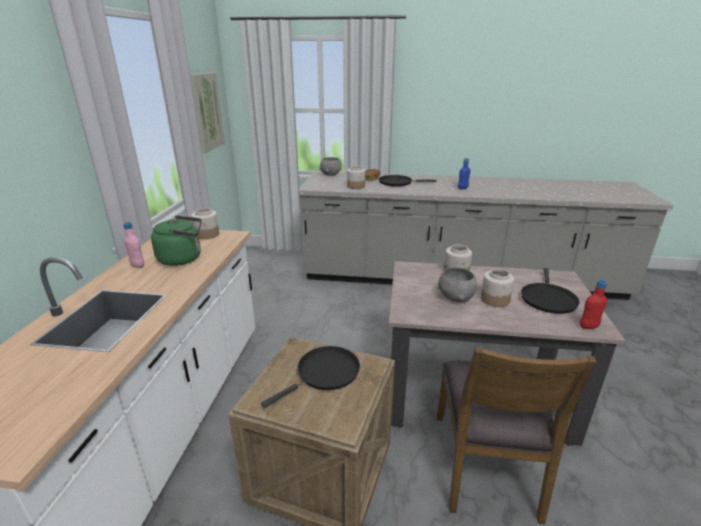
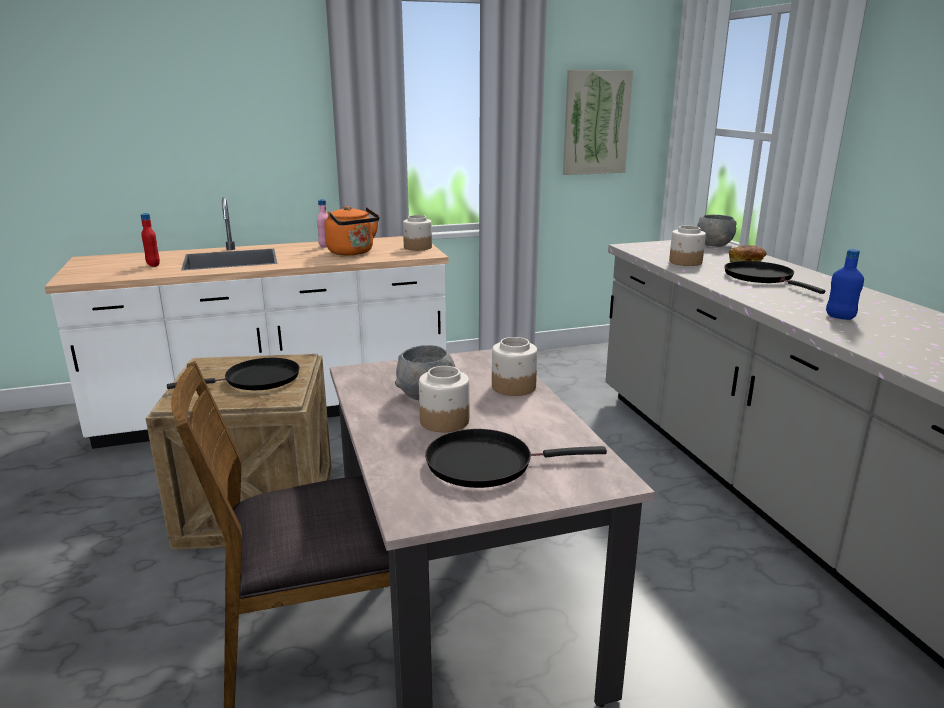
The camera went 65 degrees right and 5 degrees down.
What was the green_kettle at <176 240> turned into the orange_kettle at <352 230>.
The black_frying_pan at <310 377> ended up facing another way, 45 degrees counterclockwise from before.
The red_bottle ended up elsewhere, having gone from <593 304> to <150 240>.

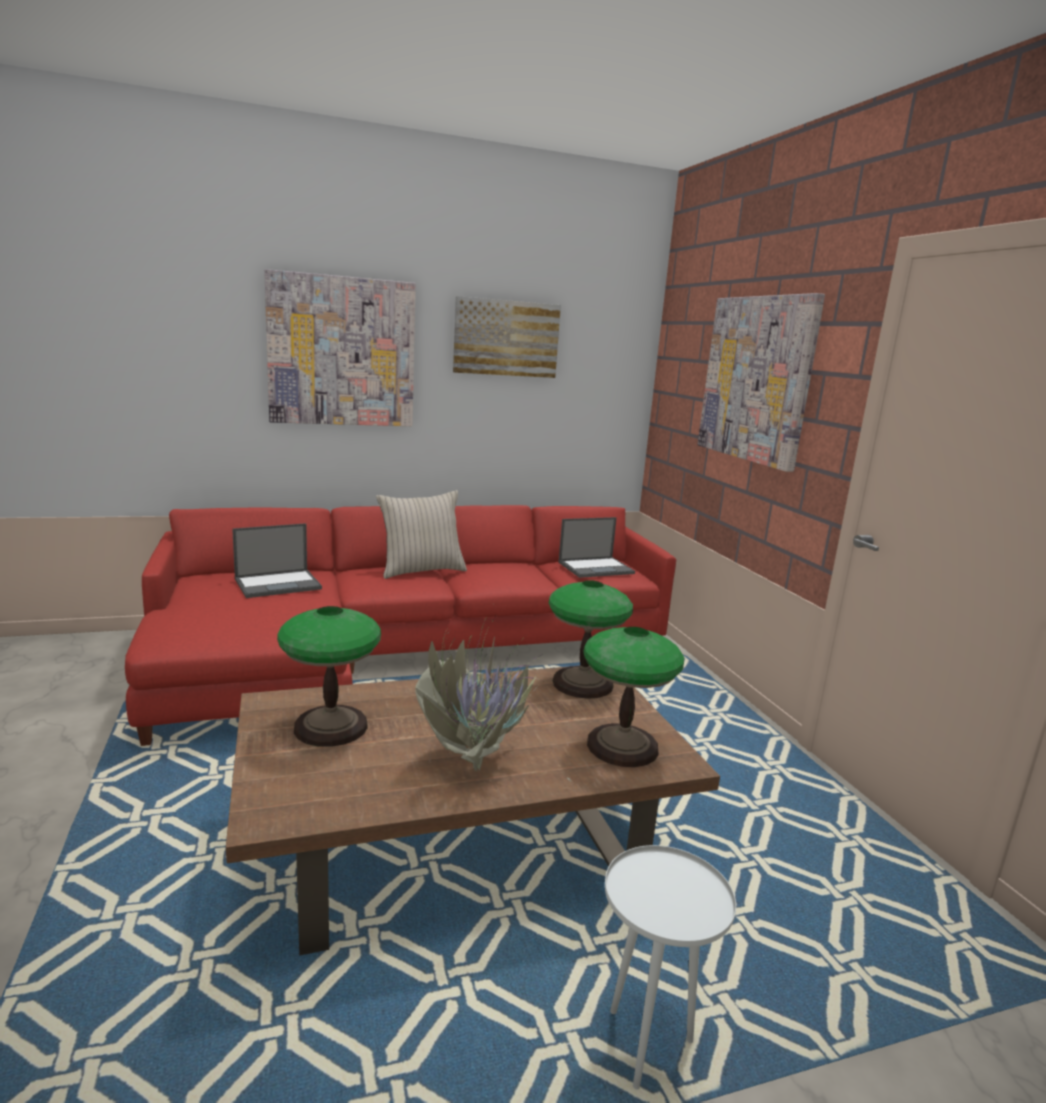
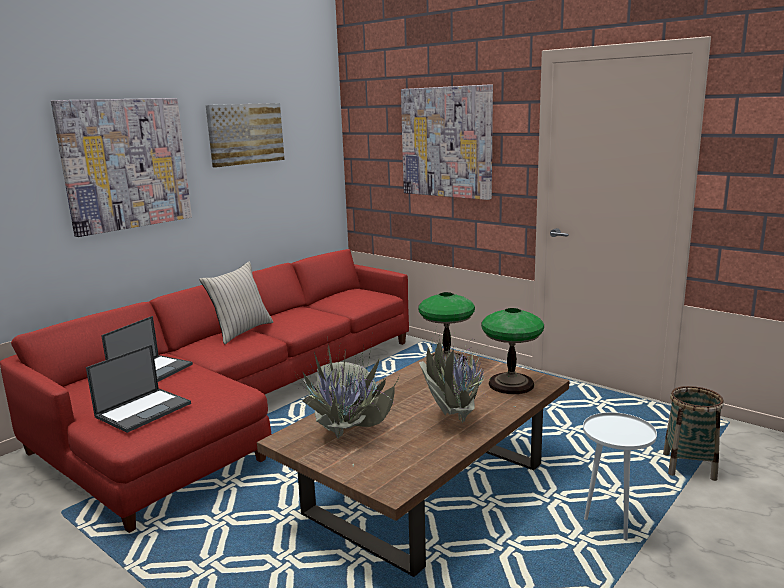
The camera went 30 degrees left and 0 degrees up.
Where the table_lamp stood at <329 676>, the potted_plant came to stand at <346 404>.
The laptop ended up elsewhere, having gone from <596 547> to <138 388>.
The second view gained the basket at <693 433>.

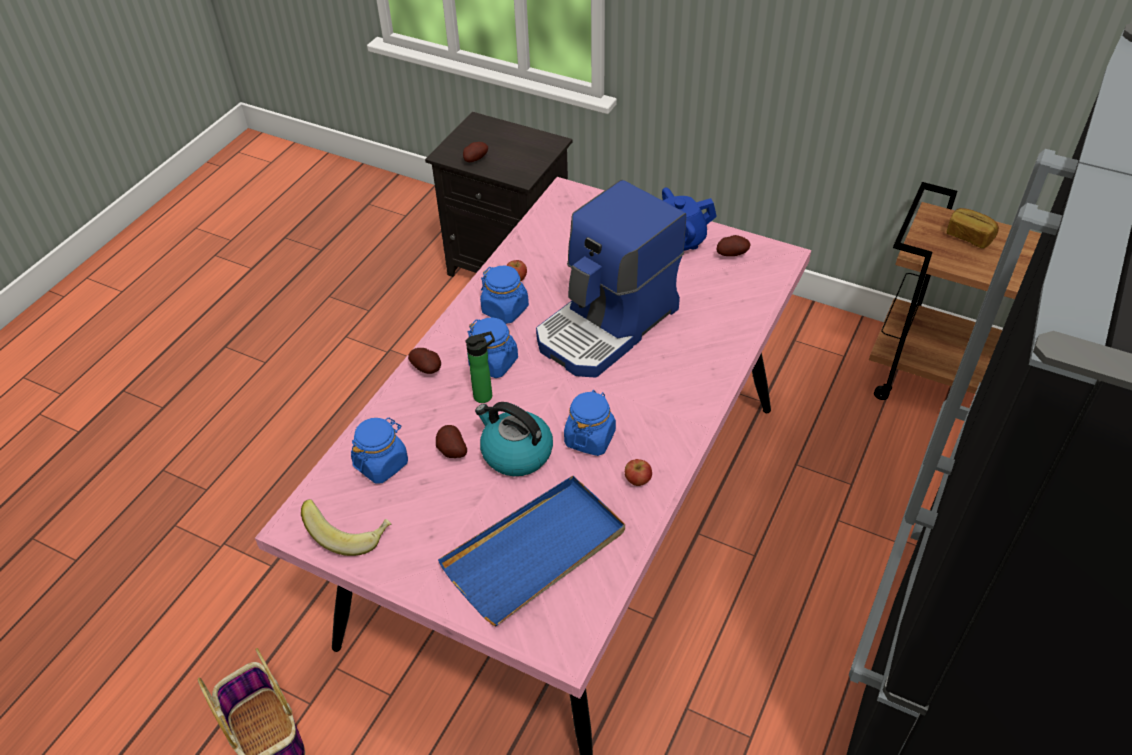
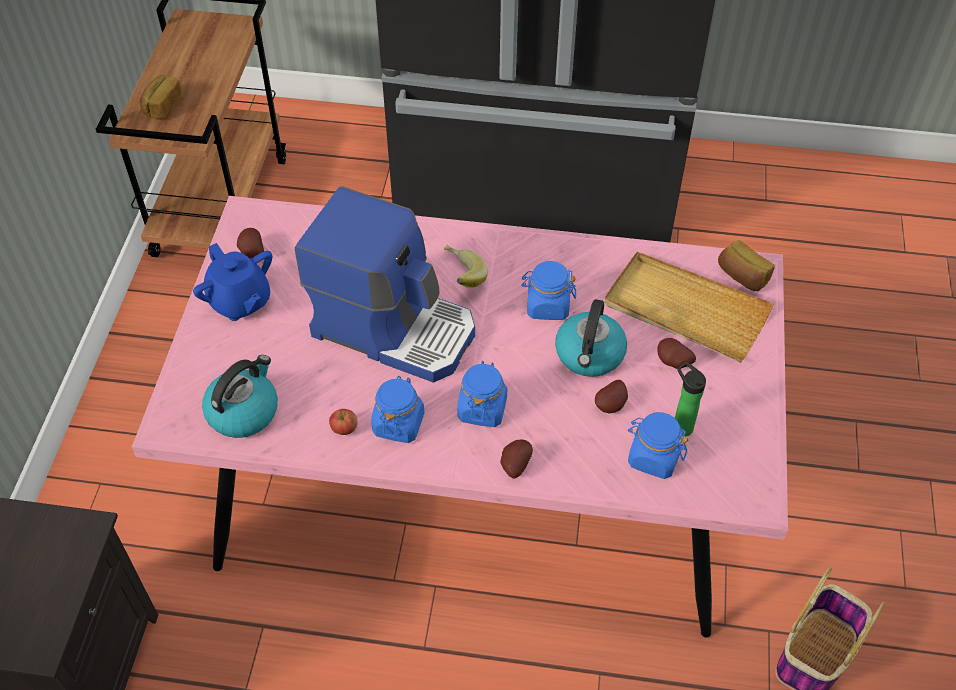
The camera went 110 degrees left and 5 degrees up.
The banana ended up elsewhere, having gone from <346 527> to <466 266>.
What was the blue_tray at <531 551> turned into the beige_tray at <689 307>.
The potato ended up elsewhere, having gone from <475 152> to <676 353>.
The bottle ended up elsewhere, having gone from <480 367> to <690 399>.
The second view lost the apple at <638 472>.
The second view gained the kettle at <240 396>.
The second view gained the bread at <746 265>.

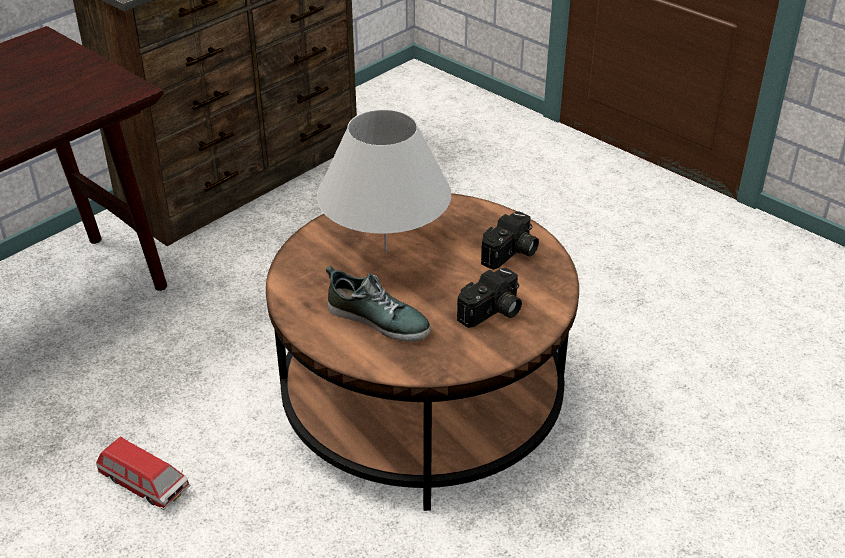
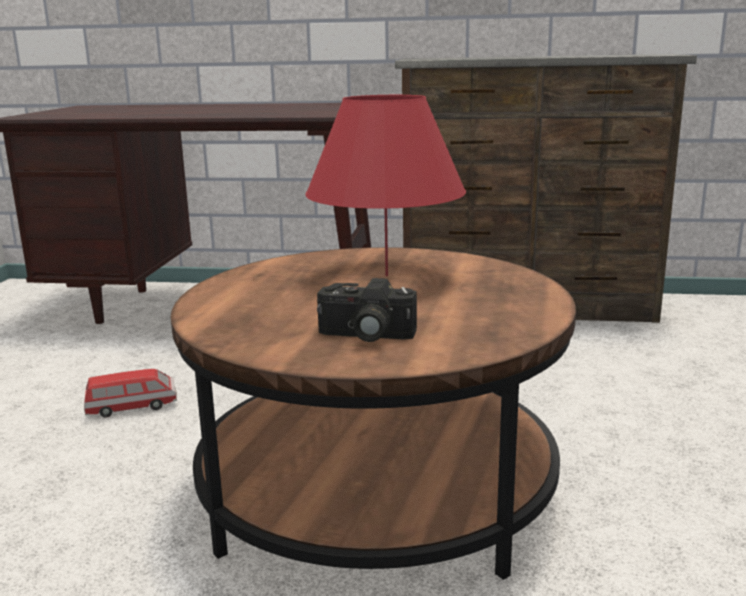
The camera went 55 degrees right and 20 degrees down.
The toy_car at <143 473> ended up facing another way, 105 degrees counterclockwise from before.
What was the white_table_lamp at <384 181> turned into the red_table_lamp at <385 185>.
The second view lost the shoe at <378 304>.
The second view lost the photo_camera at <510 240>.

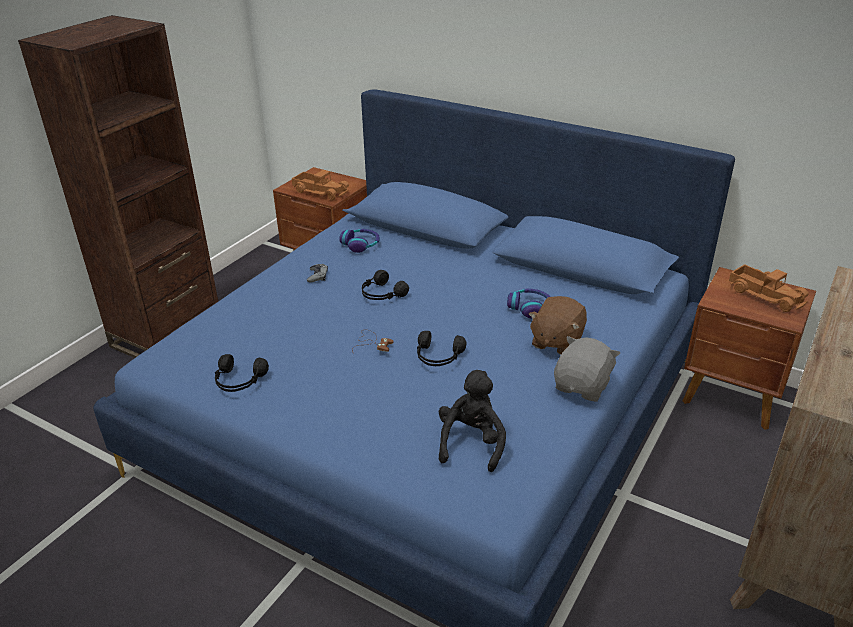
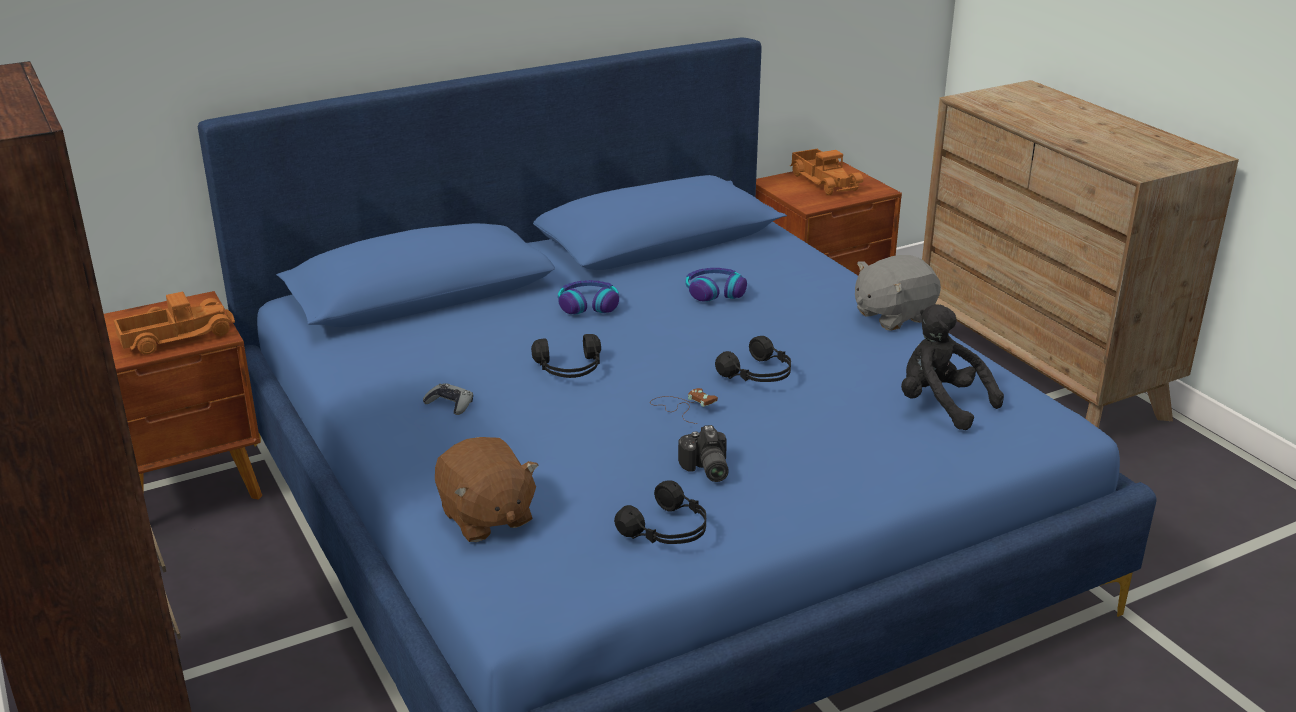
The camera went 60 degrees left and 5 degrees down.
The headphones ended up elsewhere, having gone from <359 241> to <588 297>.
The brown_plush_toy ended up elsewhere, having gone from <558 325> to <487 489>.
The grey_plush_toy at <587 369> ended up facing another way, 90 degrees counterclockwise from before.
The toy_truck at <769 288> ended up facing another way, 75 degrees clockwise from before.
The second view gained the photo_camera at <703 453>.

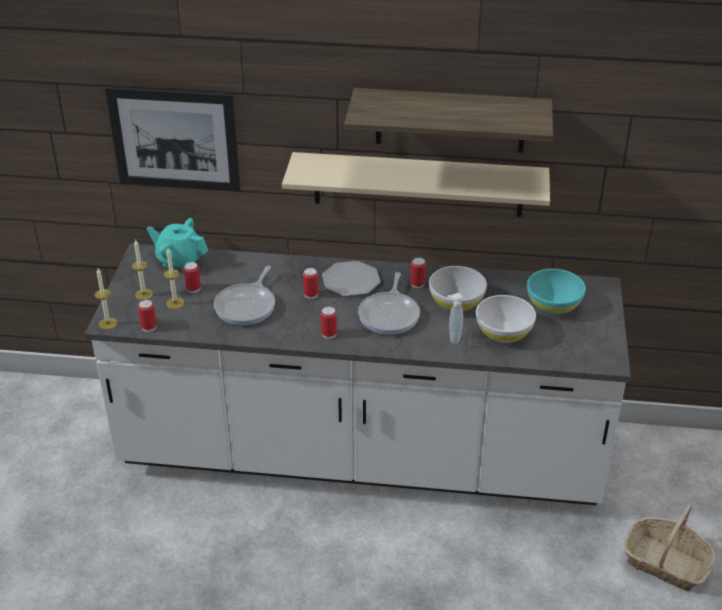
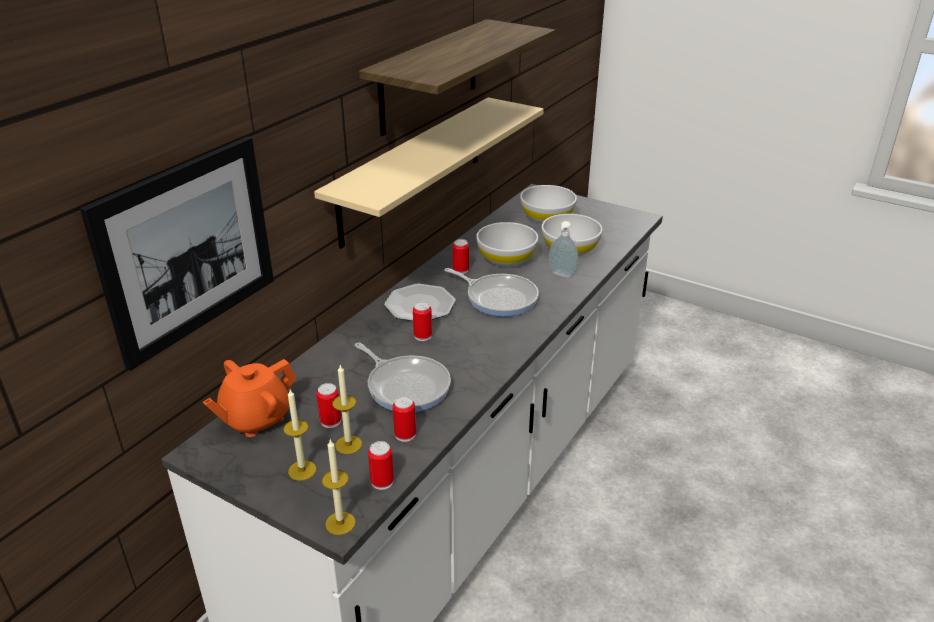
The camera went 65 degrees left and 5 degrees down.
What was the turquoise_teapot at <177 244> turned into the orange_teapot at <250 398>.
The can ended up elsewhere, having gone from <329 322> to <404 419>.
What was the turquoise_bowl at <556 291> turned into the white_bowl at <548 204>.
The second view lost the basket at <669 547>.

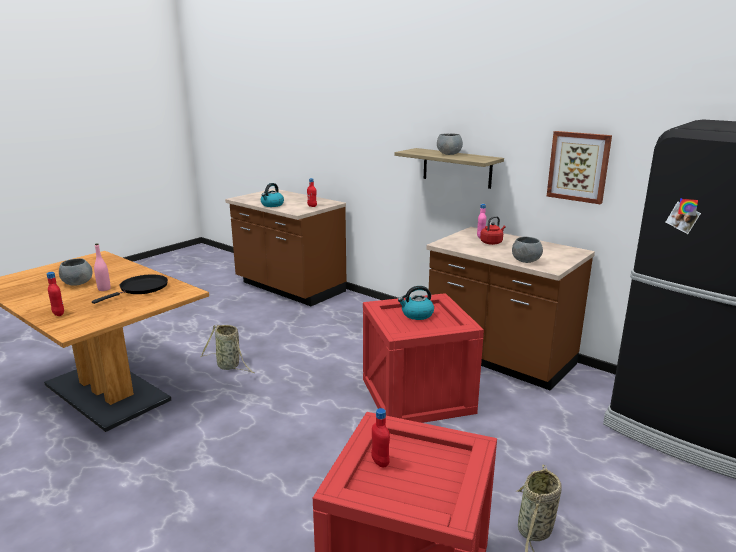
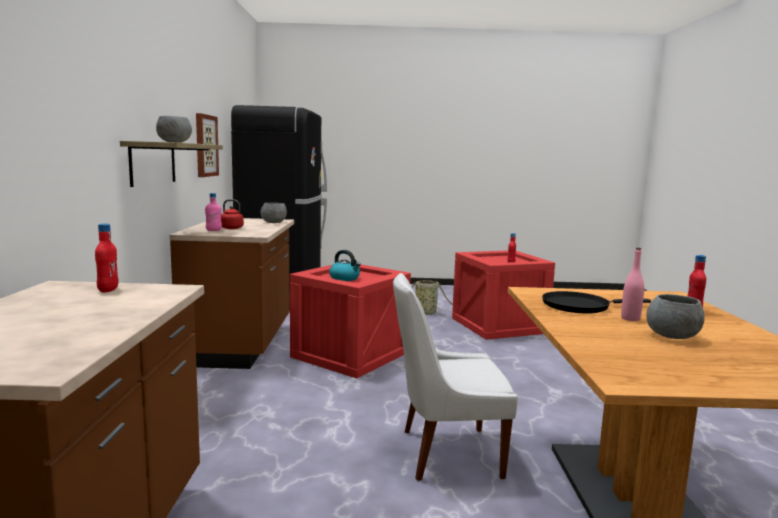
The camera went 130 degrees left and 10 degrees down.
Where the basket stood at <227 349>, the white_chair came to stand at <455 377>.
The second view lost the kettle at <272 195>.

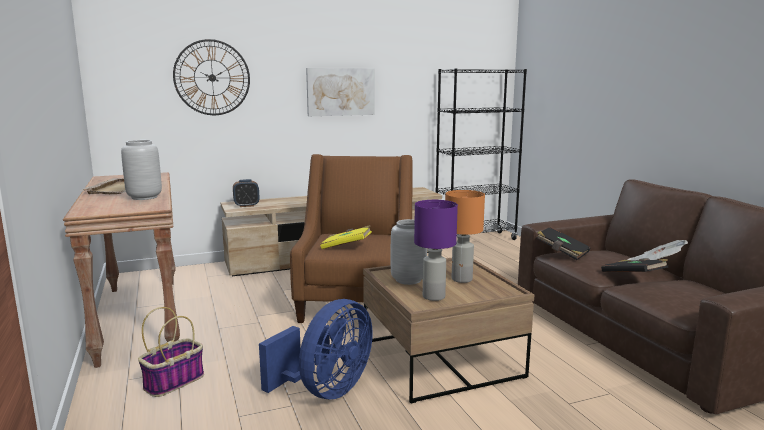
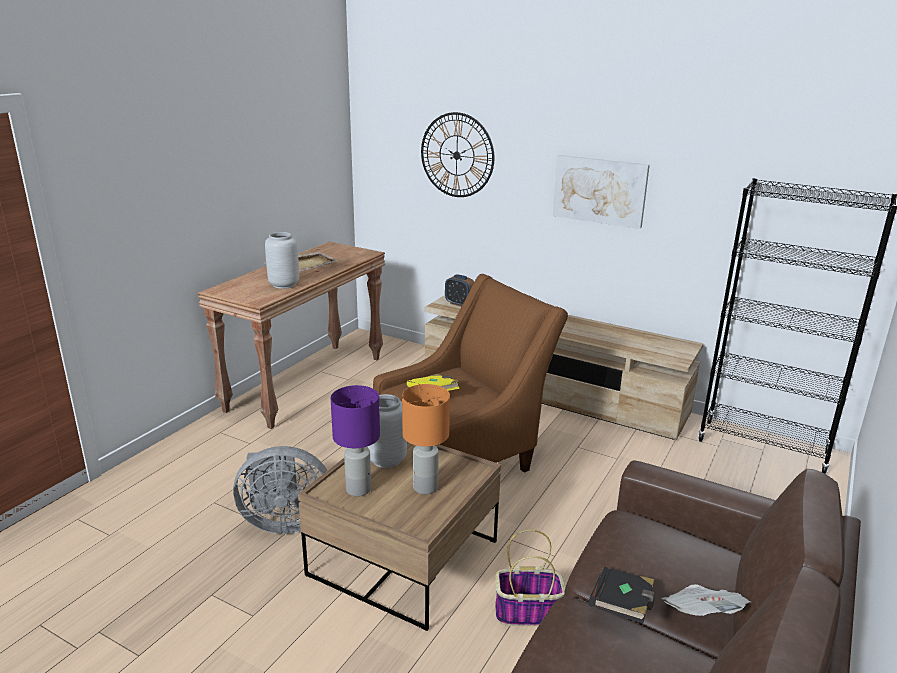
The camera went 50 degrees right and 10 degrees up.
The basket ended up elsewhere, having gone from <171 352> to <530 577>.
What was the blue_fan at <316 349> turned into the grey_fan at <280 490>.
The second view lost the black_book at <563 243>.

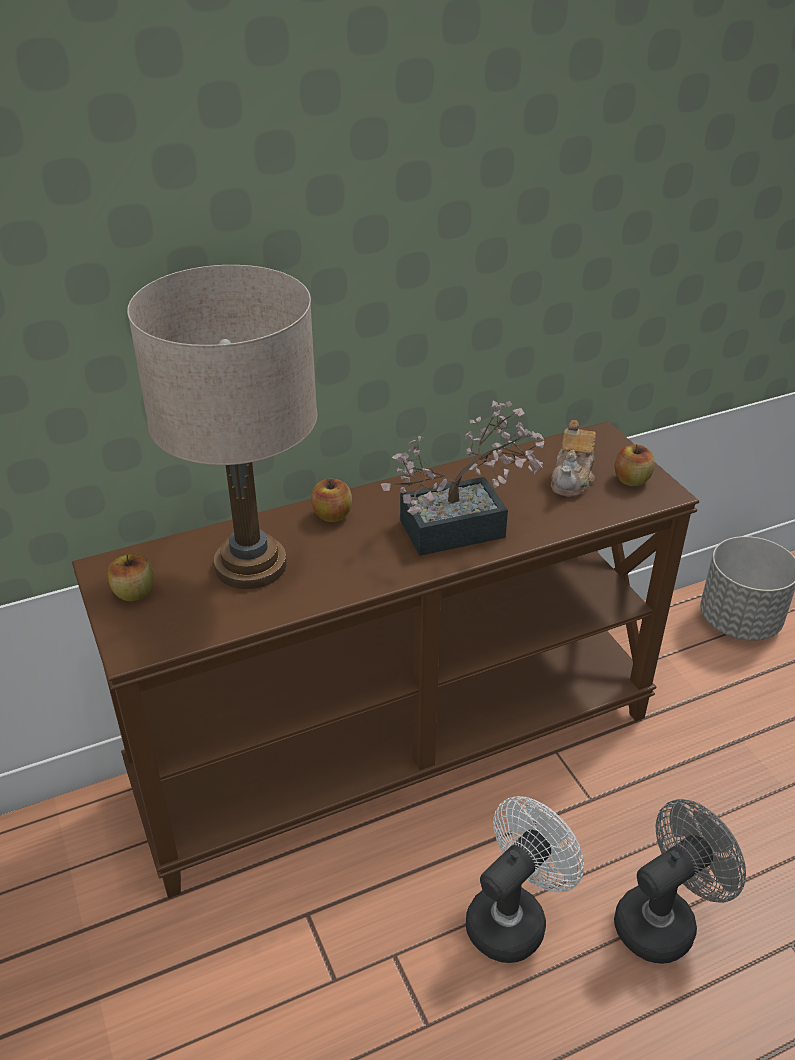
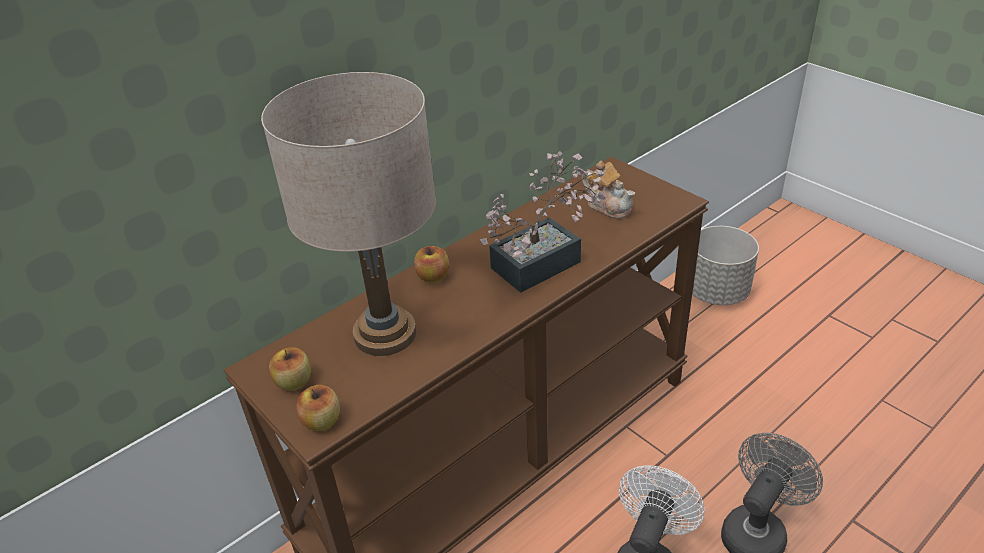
The camera went 15 degrees left and 0 degrees up.
The teapot at <573 458> ended up facing another way, 45 degrees counterclockwise from before.
The apple ended up elsewhere, having gone from <634 465> to <318 408>.

